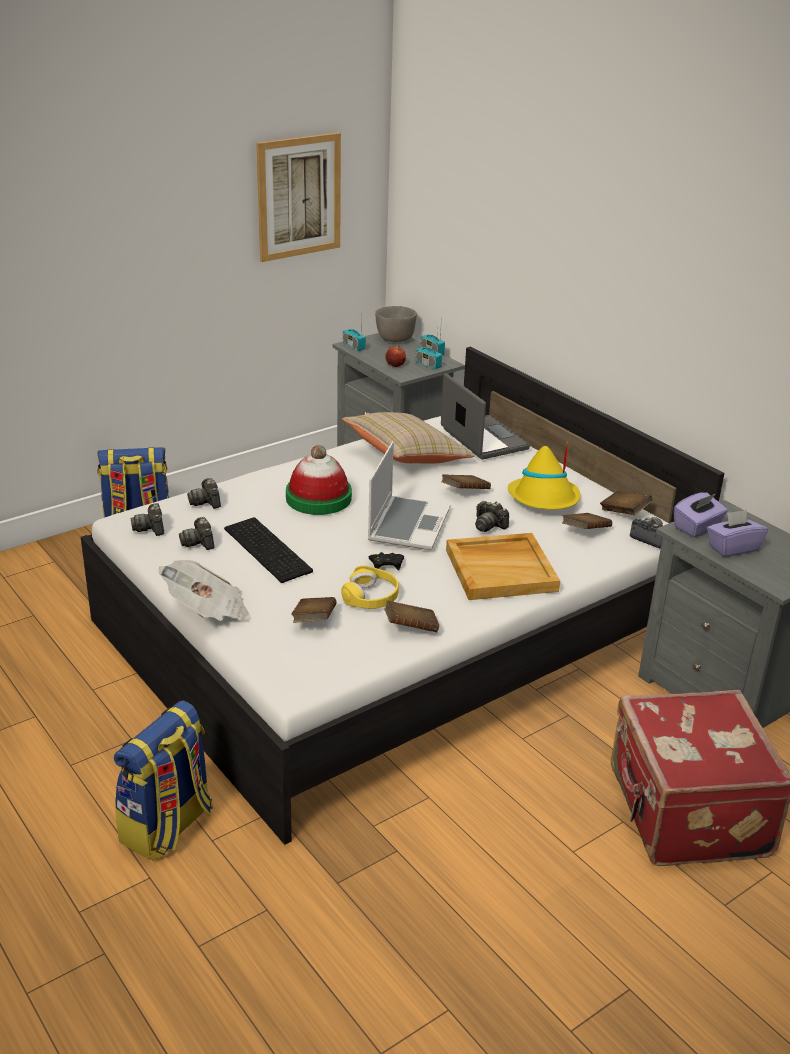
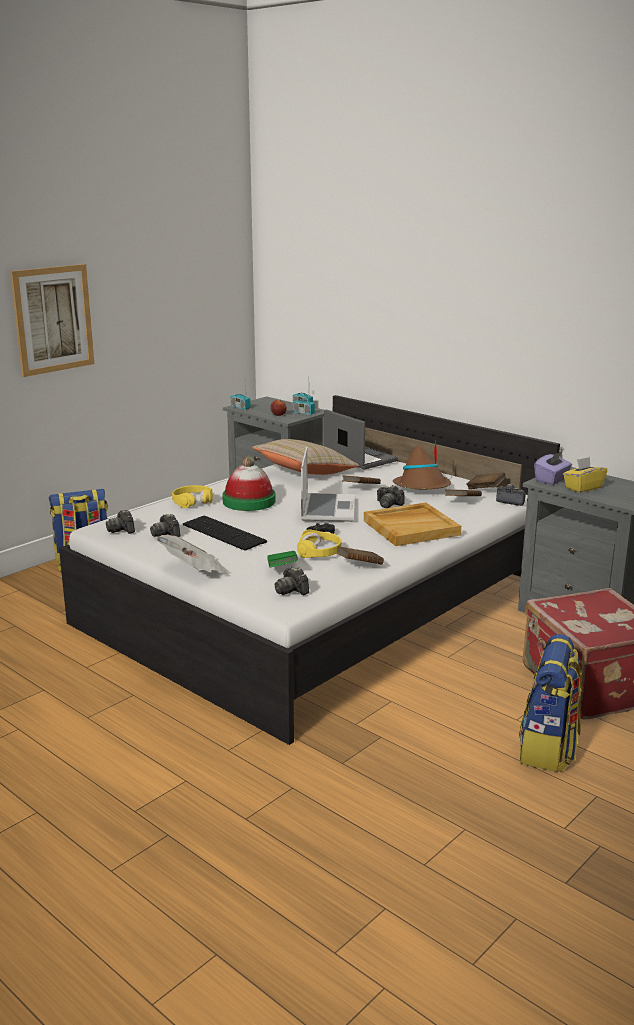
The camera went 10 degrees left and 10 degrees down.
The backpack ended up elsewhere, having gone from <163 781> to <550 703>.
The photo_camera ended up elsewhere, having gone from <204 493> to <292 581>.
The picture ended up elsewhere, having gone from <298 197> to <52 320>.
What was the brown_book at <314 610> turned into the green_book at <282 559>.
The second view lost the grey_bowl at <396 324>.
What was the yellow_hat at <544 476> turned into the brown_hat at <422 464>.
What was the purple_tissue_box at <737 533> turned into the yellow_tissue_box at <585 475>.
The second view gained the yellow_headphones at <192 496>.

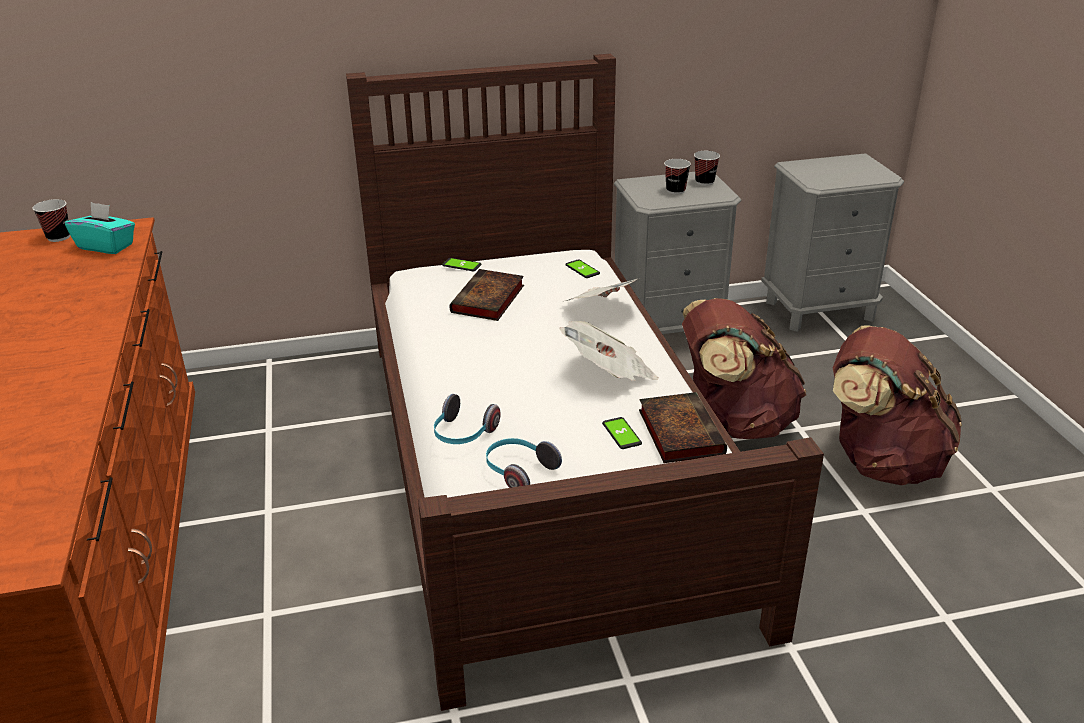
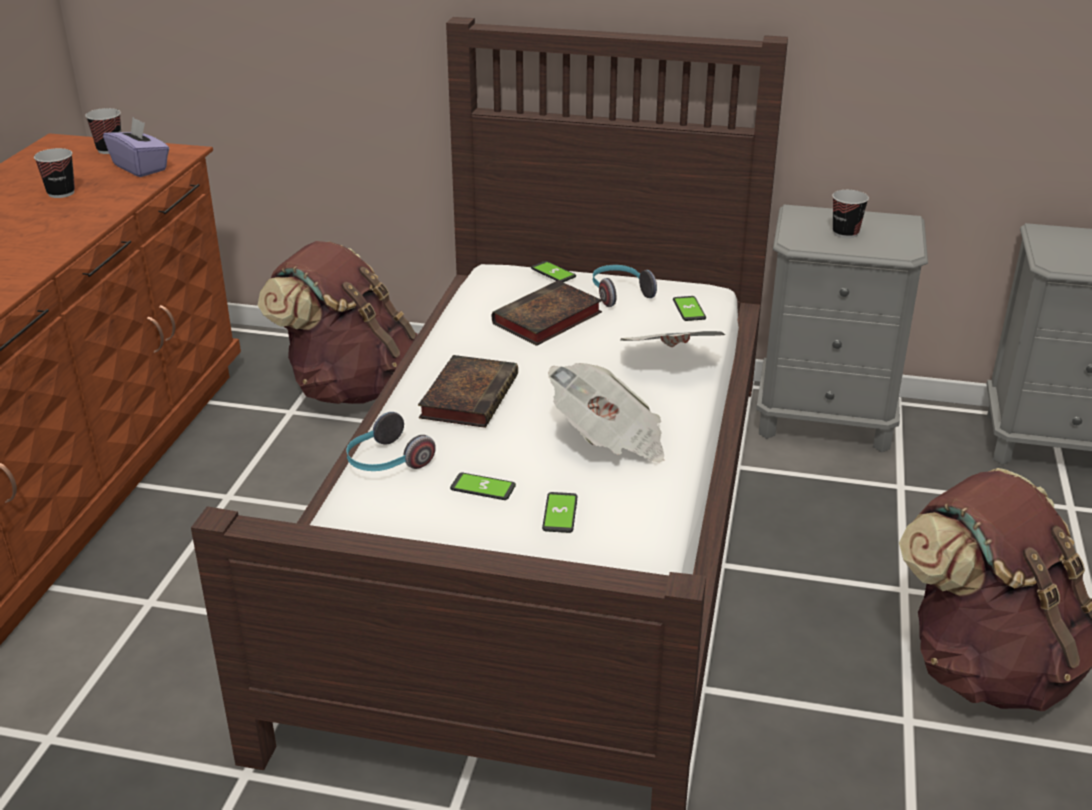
The camera went 25 degrees right and 0 degrees up.
What was the turquoise_tissue_box at <100 228> turned into the purple_tissue_box at <136 147>.
The headphones ended up elsewhere, having gone from <524 463> to <625 286>.
The book ended up elsewhere, having gone from <683 427> to <468 391>.
The brown_backpack ended up elsewhere, having gone from <744 368> to <338 322>.
The cup ended up elsewhere, having gone from <707 168> to <54 173>.
The second view gained the phone at <483 486>.

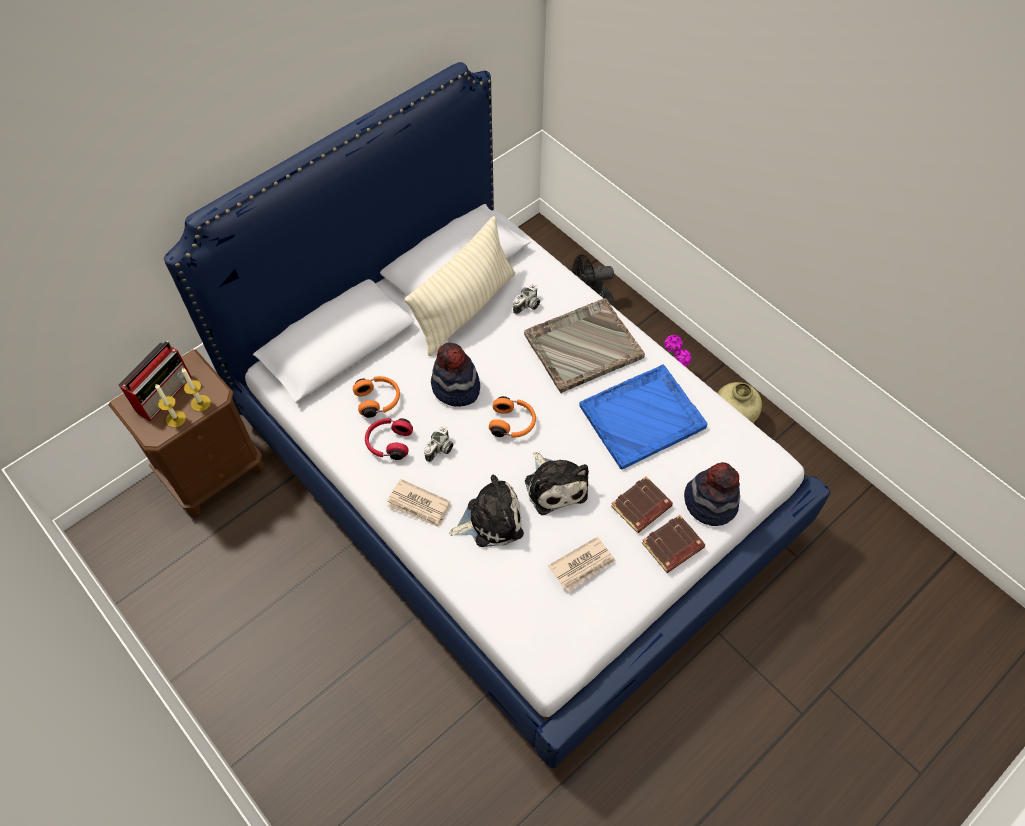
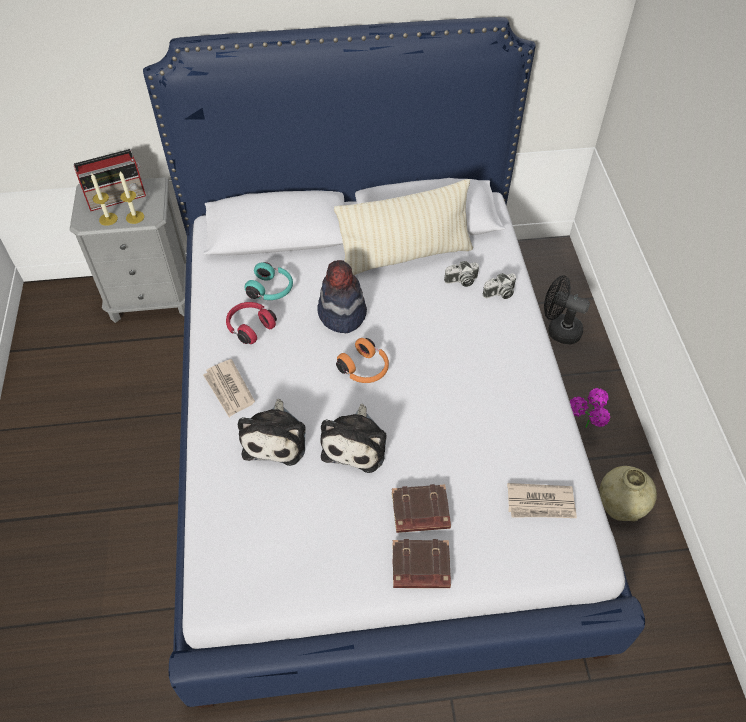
The camera went 35 degrees right and 5 degrees down.
What was the brown_nightstand at <186 432> turned into the grey_nightstand at <128 250>.
What was the orange_headphones at <376 397> turned into the turquoise_headphones at <269 281>.
The photo_camera ended up elsewhere, having gone from <438 444> to <499 286>.
The plush_toy at <486 511> ended up facing another way, 75 degrees clockwise from before.
The second view lost the grey_tray at <584 345>.
The newspaper ended up elsewhere, having gone from <582 564> to <542 500>.
The second view lost the blue_tray at <643 417>.
The second view lost the hat at <712 494>.

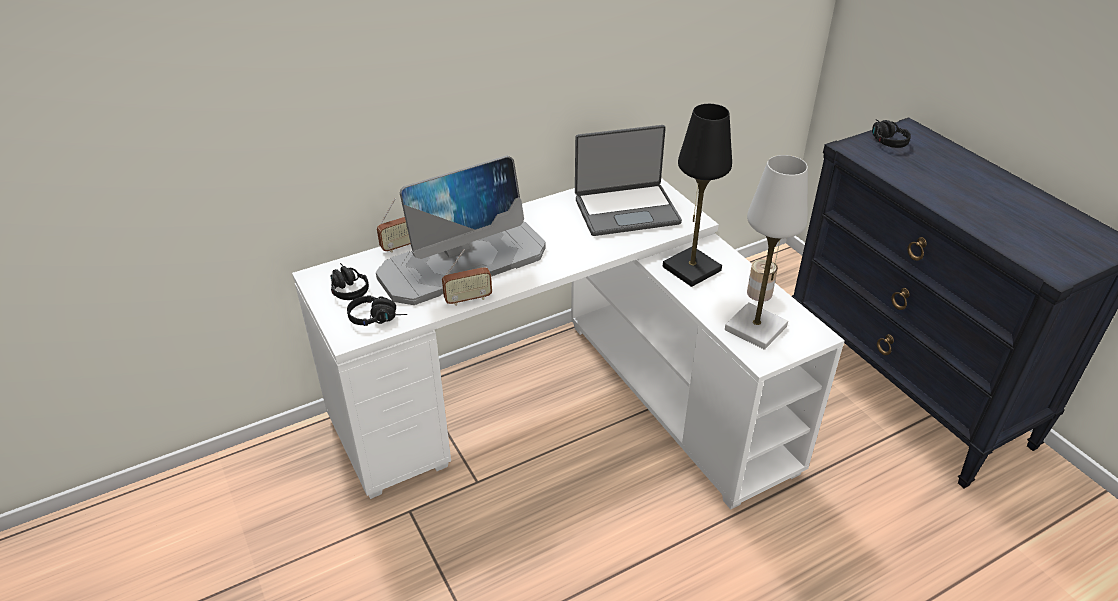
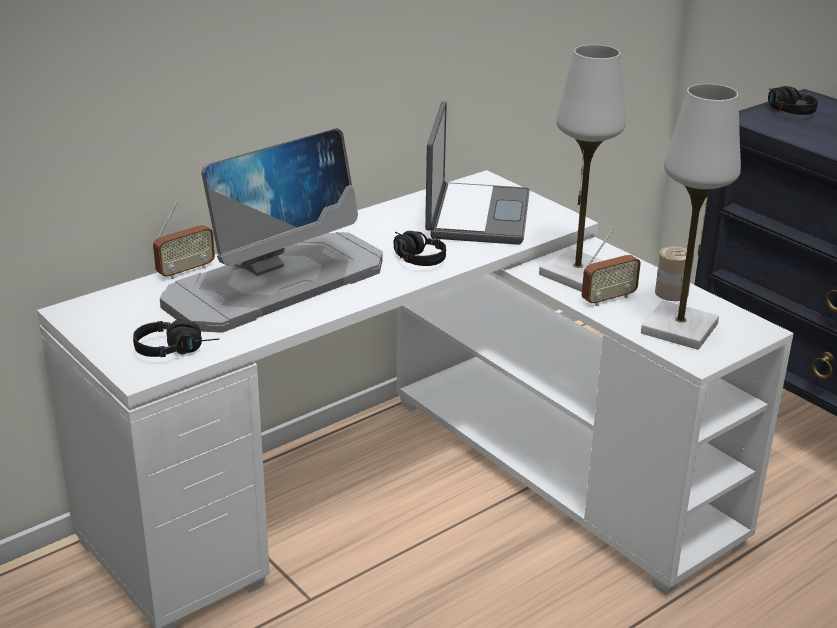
The camera went 10 degrees left and 10 degrees down.
The black_headphones ended up elsewhere, having gone from <349 281> to <419 248>.
The radio ended up elsewhere, having gone from <467 278> to <611 268>.
The laptop at <628 180> ended up facing another way, 60 degrees counterclockwise from before.
What was the black_table_lamp at <697 195> turned into the white_table_lamp at <582 168>.

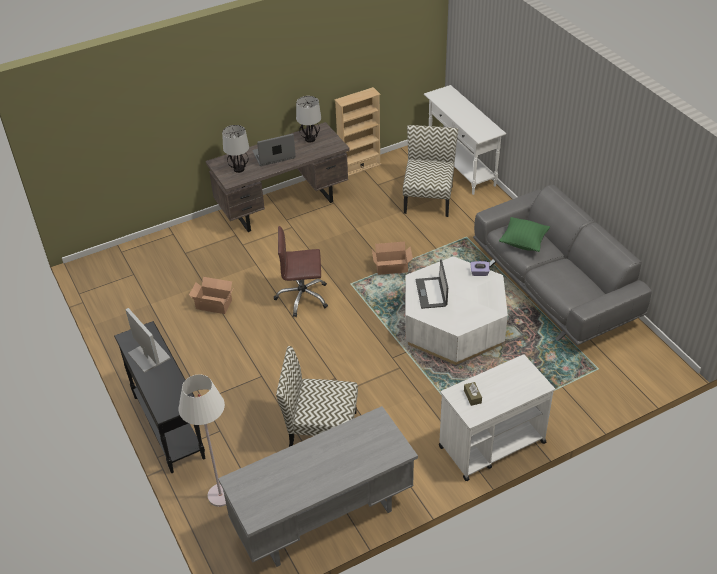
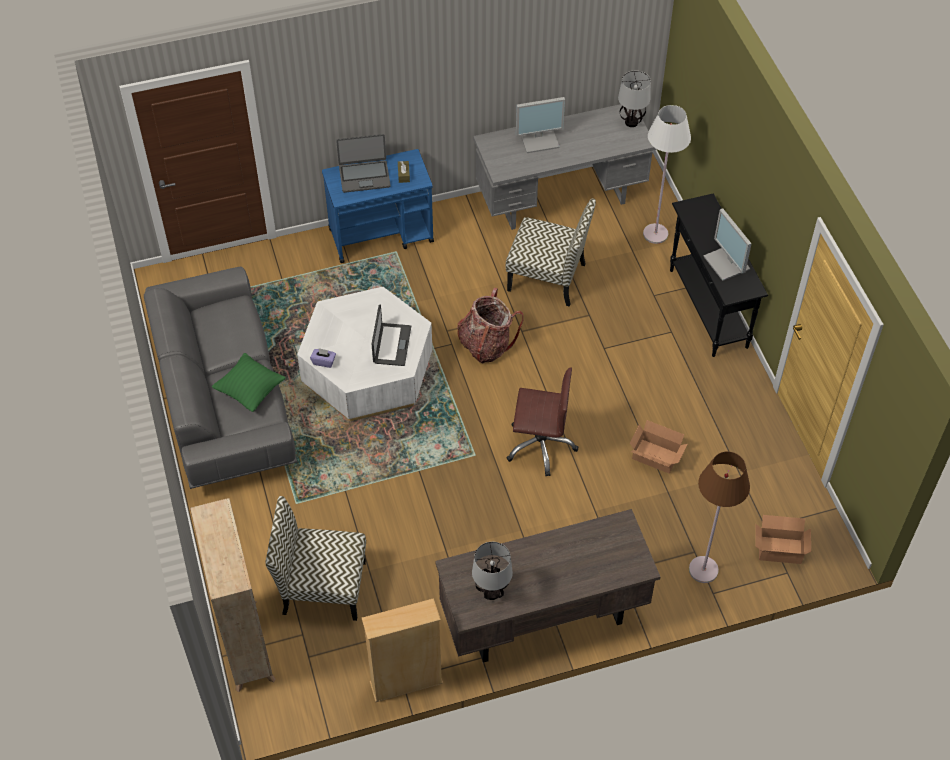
The camera went 170 degrees left and 10 degrees up.
The table_lamp ended up elsewhere, having gone from <235 149> to <634 99>.
The laptop ended up elsewhere, having gone from <274 150> to <363 163>.
The cardboard_box ended up elsewhere, having gone from <392 258> to <783 539>.
The chair at <430 171> ended up facing another way, 75 degrees clockwise from before.
Where the white_console_table stood at <465 140>, the beige_bookcase came to stand at <233 595>.
What was the white_cart at <497 417> turned into the blue_cart at <378 206>.
The second view gained the backpack at <490 325>.
The second view gained the monitor at <540 125>.
The second view gained the brown_floor_lamp at <719 517>.

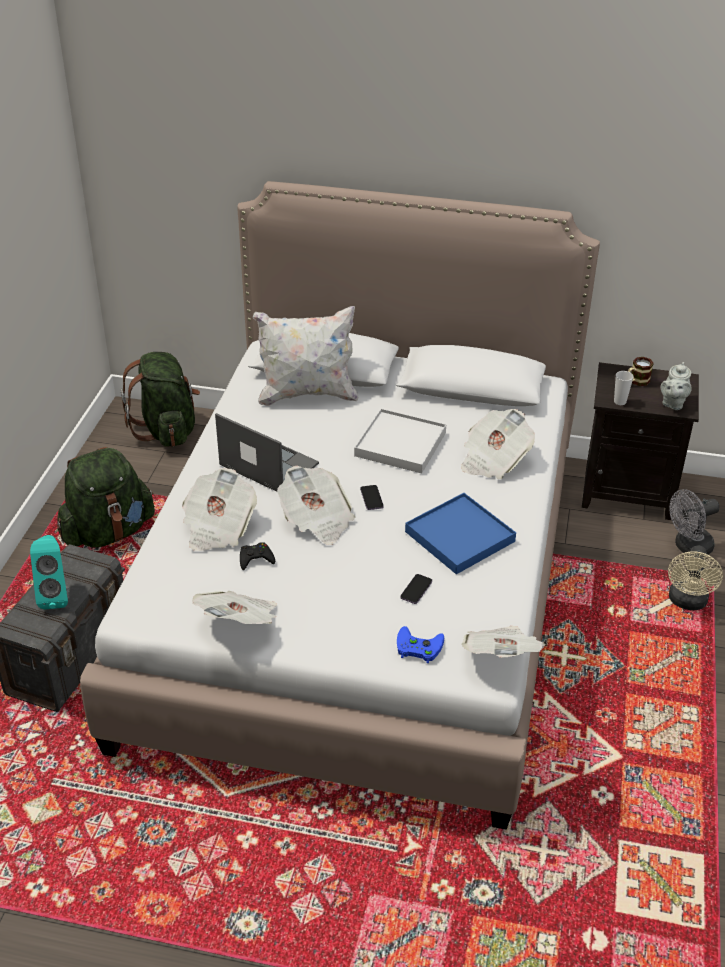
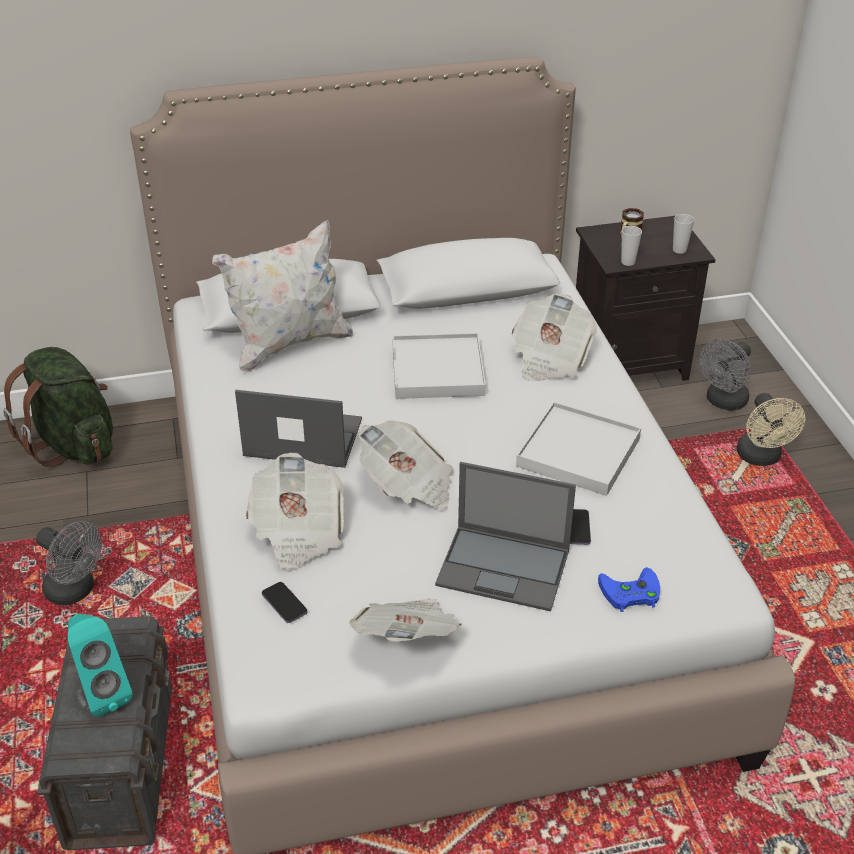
The camera went 25 degrees left and 0 degrees up.
Where the green_backpack stood at <106 497>, the grey_fan came to stand at <69 563>.
The second view lost the black_game_controller at <257 556>.
The phone ended up elsewhere, having gone from <372 497> to <285 602>.
What was the blue_tray at <460 533> turned into the white_tray at <578 449>.
The second view lost the newspaper at <503 642>.
Where the grey_teapot stood at <676 386>, the cup came to stand at <683 234>.
The second view gained the laptop at <505 536>.

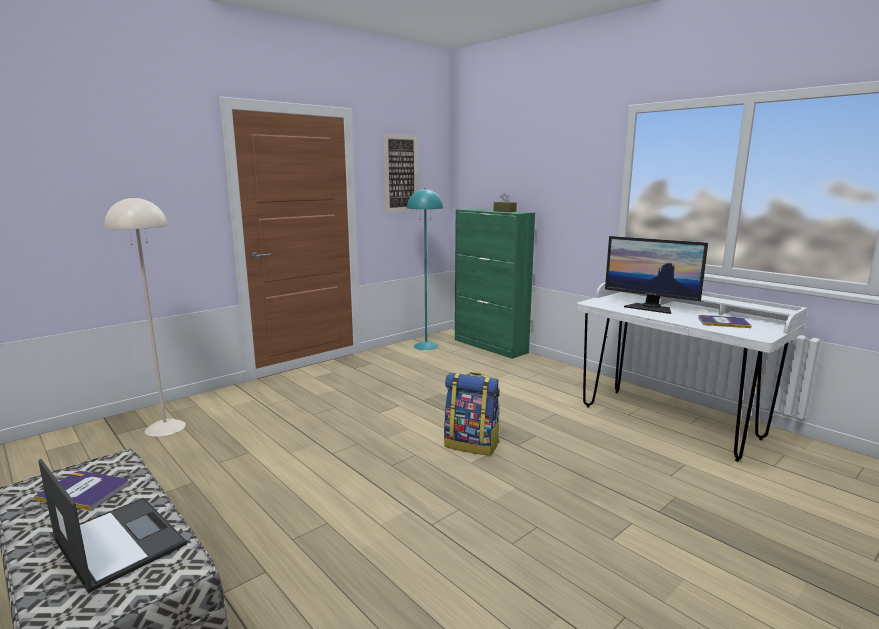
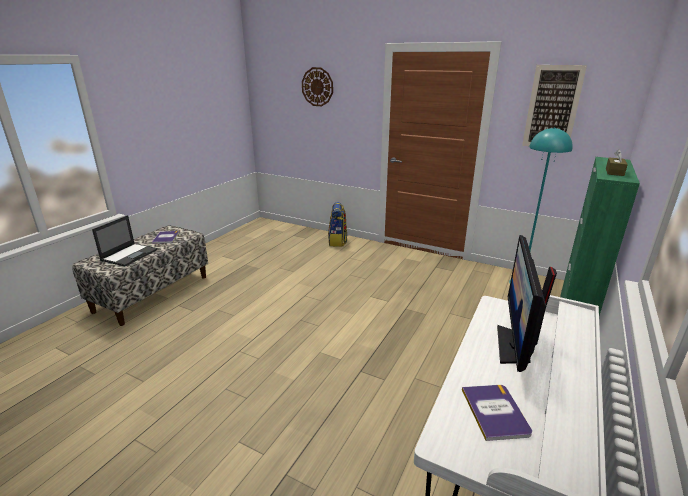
The camera went 70 degrees right and 10 degrees up.
The second view lost the beige_floor_lamp at <145 316>.
The backpack ended up elsewhere, having gone from <472 413> to <337 224>.
The second view gained the wall_clock at <317 86>.

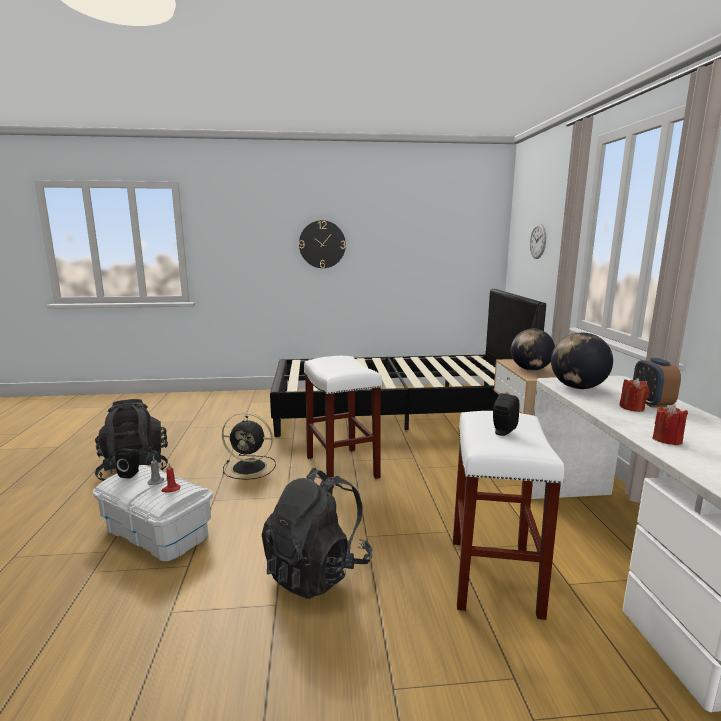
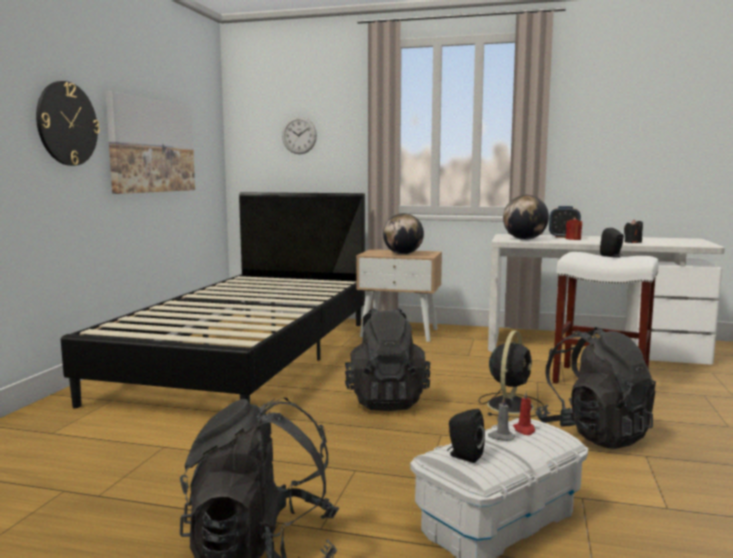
The camera went 70 degrees left and 5 degrees down.
The black_fan ended up elsewhere, having gone from <249 446> to <511 374>.
Where the white_stool stood at <343 422>, the black_backpack came to stand at <387 359>.
What was the red_candle at <670 425> turned into the black_candle at <633 231>.
The second view gained the picture at <150 142>.

